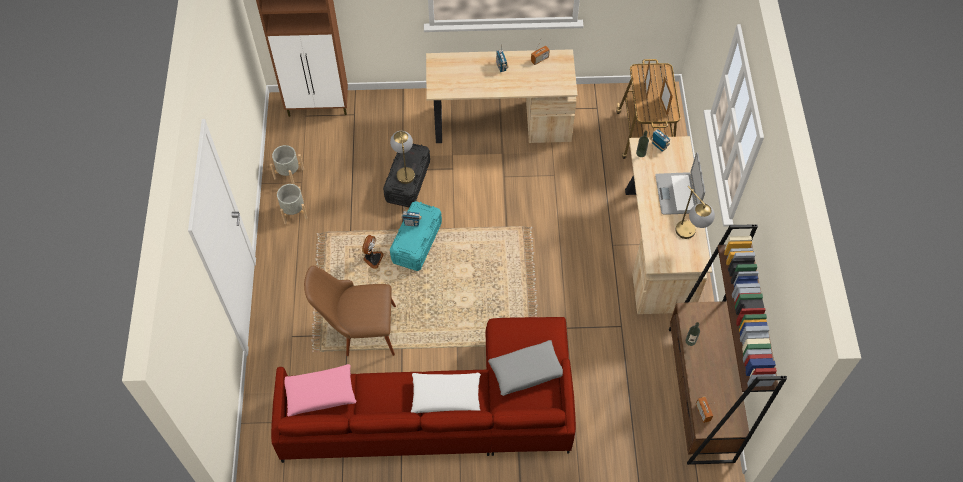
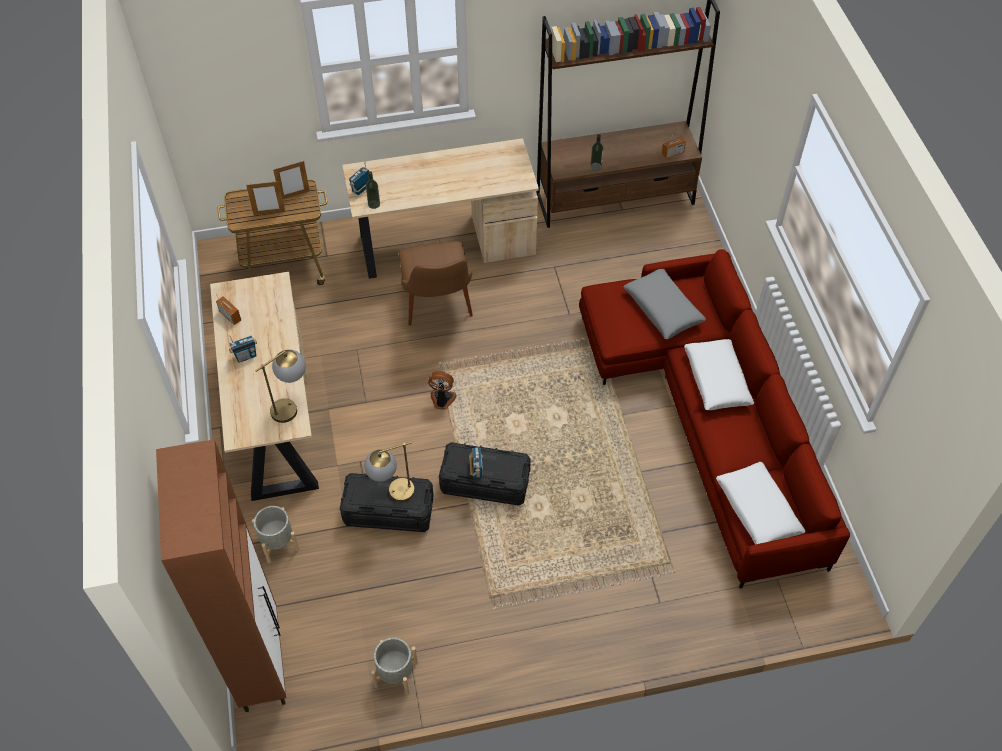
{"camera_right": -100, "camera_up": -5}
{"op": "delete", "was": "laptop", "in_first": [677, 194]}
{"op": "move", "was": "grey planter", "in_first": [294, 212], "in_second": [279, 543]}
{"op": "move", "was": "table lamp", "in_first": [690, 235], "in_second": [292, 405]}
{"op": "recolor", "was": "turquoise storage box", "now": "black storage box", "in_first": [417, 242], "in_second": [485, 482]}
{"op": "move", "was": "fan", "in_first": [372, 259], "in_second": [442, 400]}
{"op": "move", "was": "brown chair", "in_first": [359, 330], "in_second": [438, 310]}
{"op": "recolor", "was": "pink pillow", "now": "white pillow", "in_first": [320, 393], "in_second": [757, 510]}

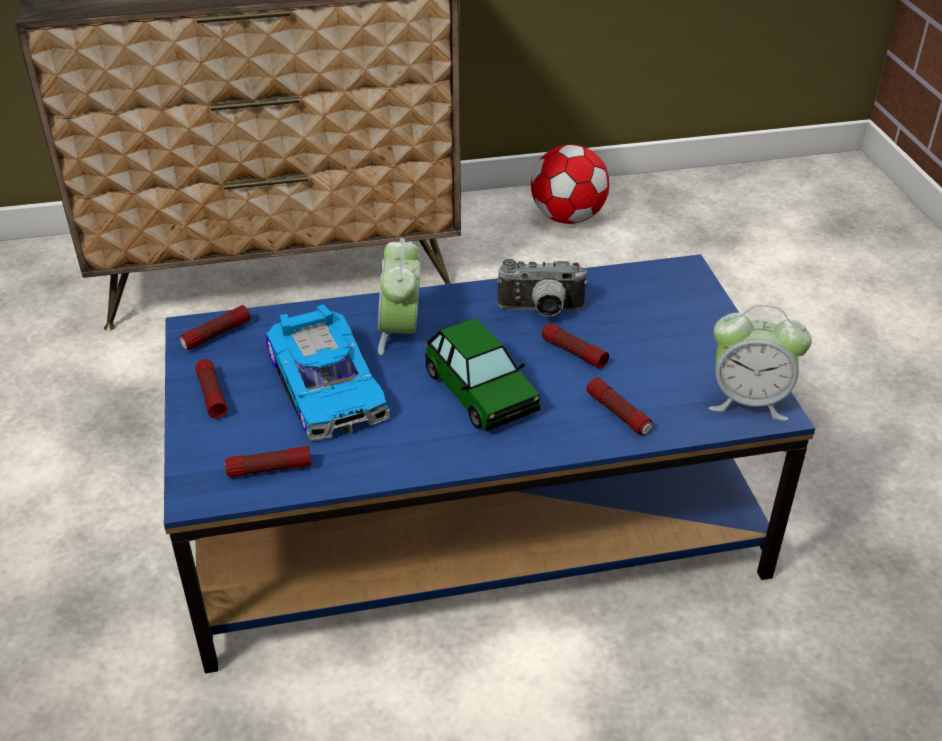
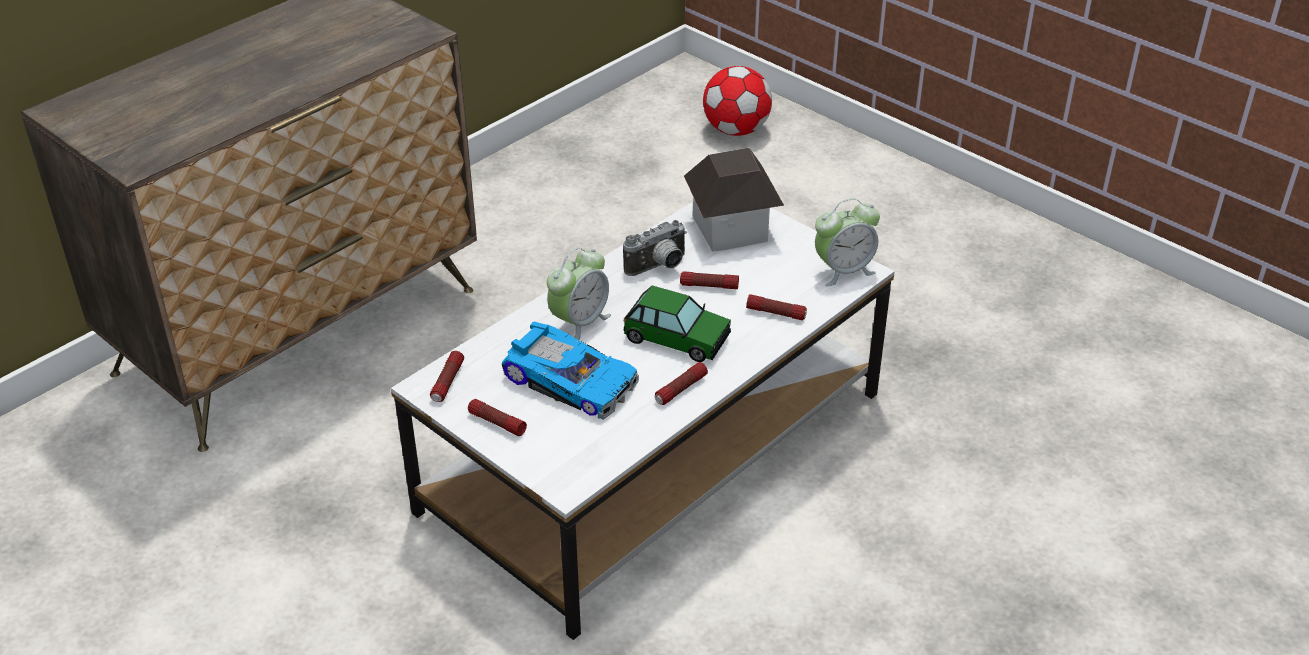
{"camera_right": -35, "camera_up": 0}
{"op": "move", "was": "football", "in_first": [567, 218], "in_second": [736, 130]}
{"op": "rotate", "was": "alarm clock", "in_first": [400, 332], "in_second": [579, 322], "clockwise": -105}
{"op": "recolor", "was": "blue coffee table", "now": "white coffee table", "in_first": [470, 517], "in_second": [653, 450]}
{"op": "move", "was": "flashlight", "in_first": [269, 469], "in_second": [681, 389]}
{"op": "insert", "now": "toy house", "in_second": [731, 228]}

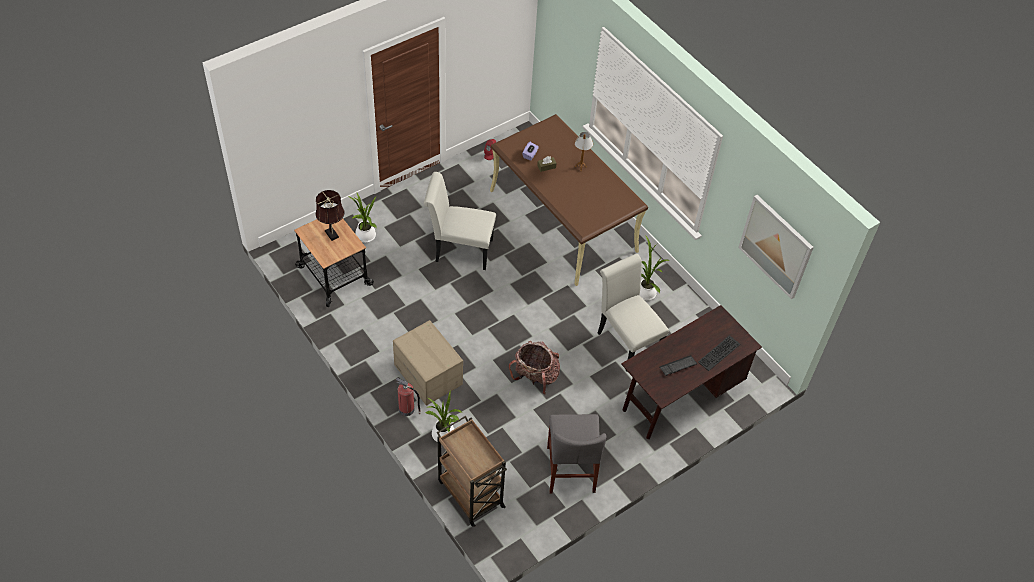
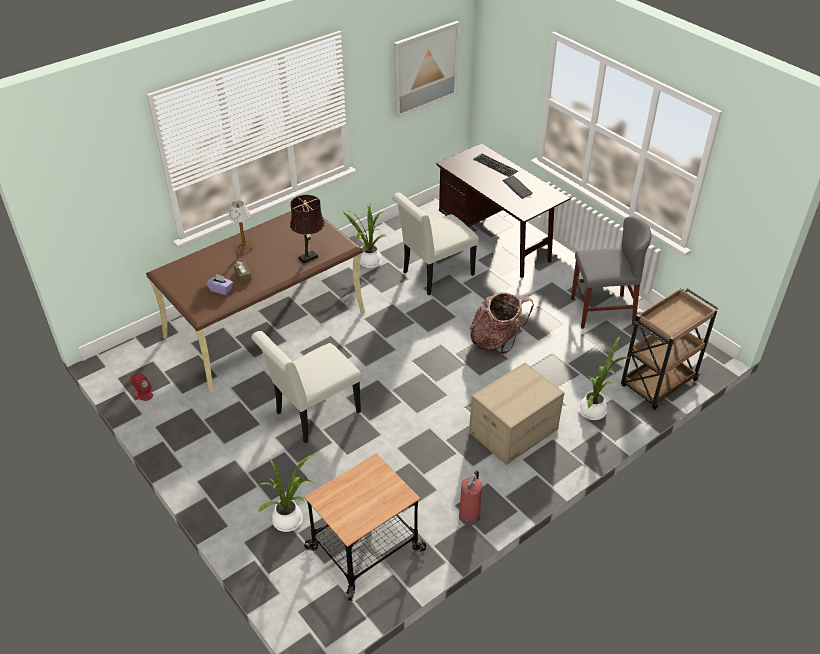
{"camera_right": -90, "camera_up": -10}
{"op": "rotate", "was": "white chair", "in_first": [459, 250], "in_second": [313, 415], "clockwise": 45}
{"op": "move", "was": "brown table lamp", "in_first": [332, 235], "in_second": [310, 257]}
{"op": "move", "was": "fire extinguisher", "in_first": [407, 409], "in_second": [469, 515]}

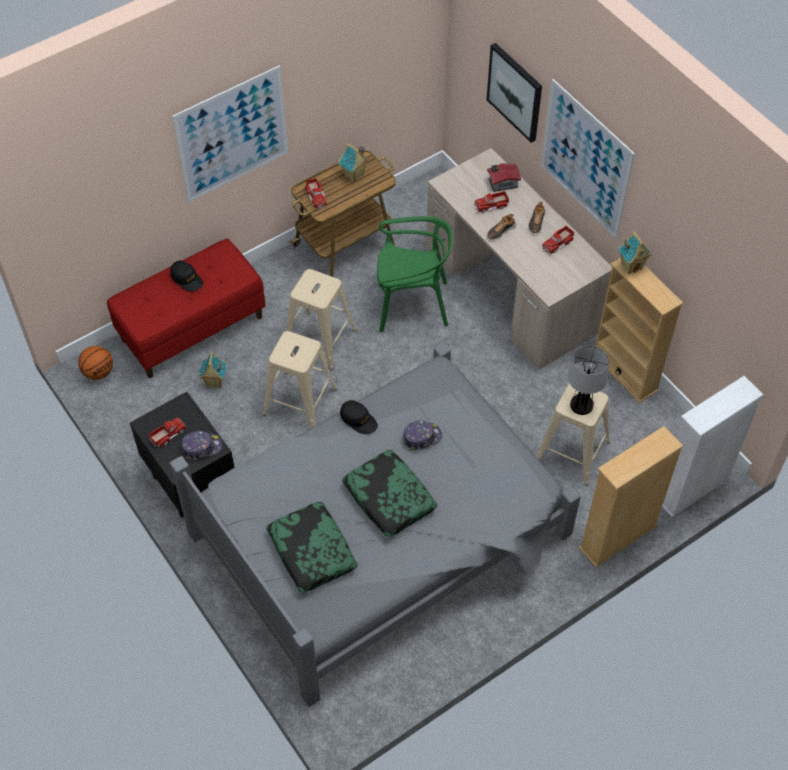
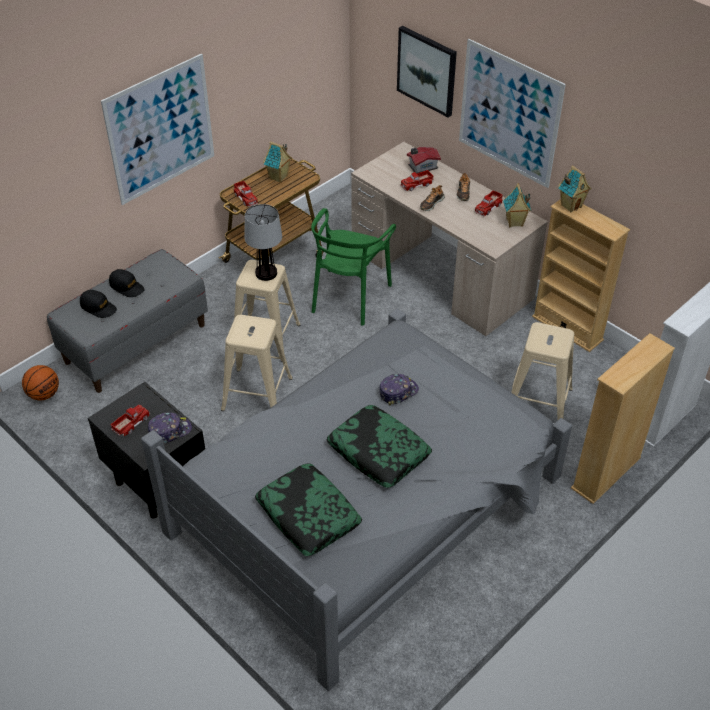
{"camera_right": -10, "camera_up": -10}
{"op": "rotate", "was": "green chair", "in_first": [411, 304], "in_second": [349, 296], "clockwise": 120}
{"op": "recolor", "was": "red bench", "now": "grey bench", "in_first": [192, 328], "in_second": [135, 343]}
{"op": "move", "was": "table lamp", "in_first": [581, 405], "in_second": [266, 273]}
{"op": "move", "was": "toy house", "in_first": [214, 382], "in_second": [514, 223]}
{"op": "move", "was": "black cap", "in_first": [358, 419], "in_second": [98, 307]}

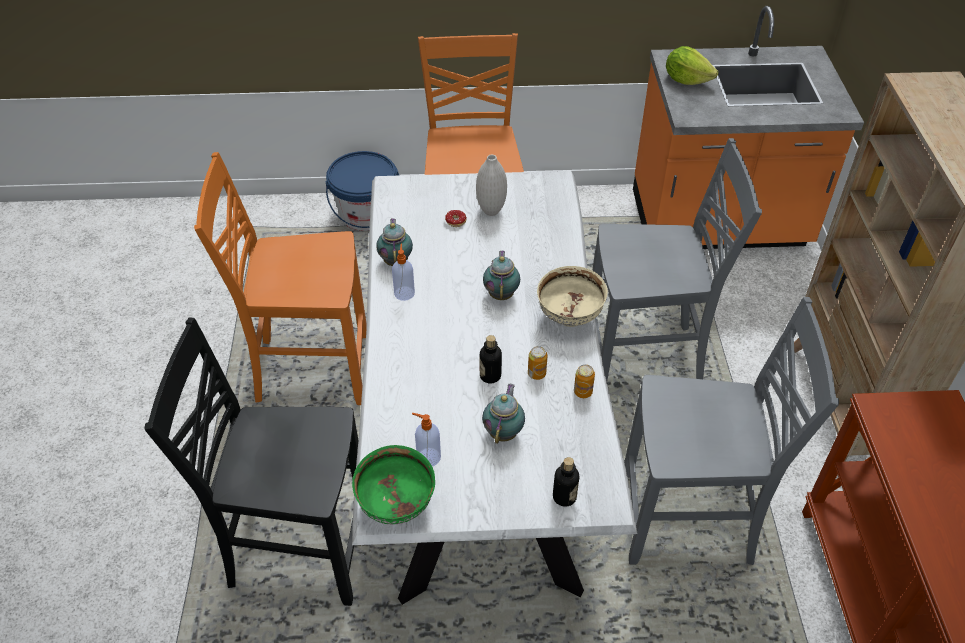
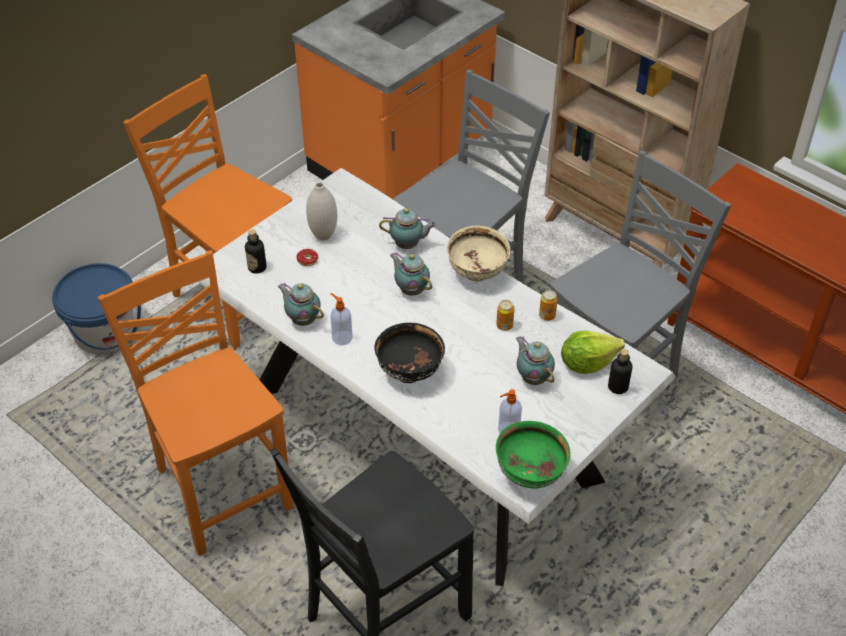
{"camera_right": -45, "camera_up": 0}
{"op": "move", "was": "lettuce", "in_first": [686, 80], "in_second": [587, 363]}
{"op": "rotate", "was": "orange chair", "in_first": [310, 368], "in_second": [221, 487], "clockwise": 105}
{"op": "move", "was": "bottle", "in_first": [490, 376], "in_second": [257, 267]}
{"op": "insert", "now": "teapot", "in_second": [408, 245]}
{"op": "insert", "now": "black bowl", "in_second": [409, 372]}

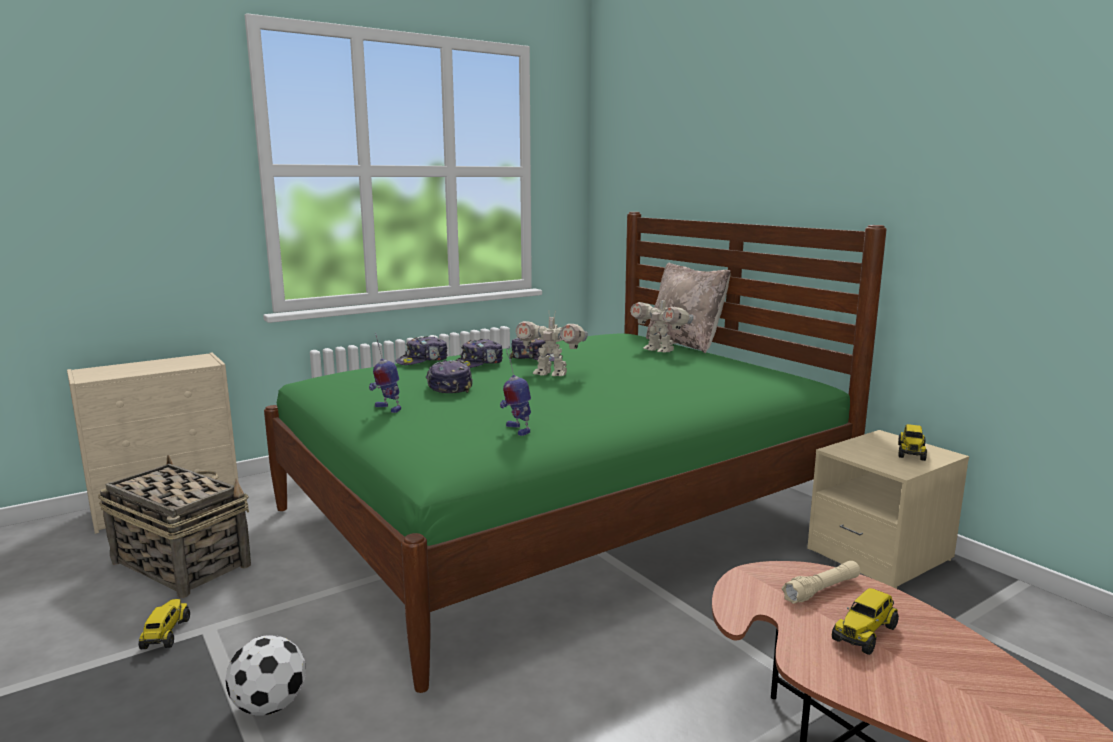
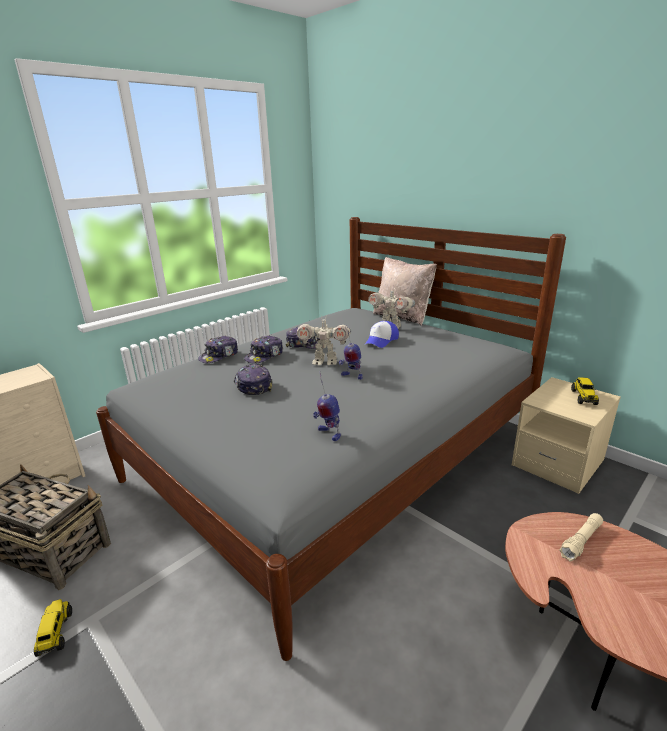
{"camera_right": -10, "camera_up": 10}
{"op": "recolor", "was": "green bed", "now": "grey bed", "in_first": [560, 515], "in_second": [335, 457]}
{"op": "move", "was": "toy robot", "in_first": [387, 408], "in_second": [351, 376]}
{"op": "delete", "was": "toy truck", "in_first": [865, 633]}
{"op": "delete", "was": "football", "in_first": [269, 705]}
{"op": "insert", "now": "cap", "in_second": [381, 340]}

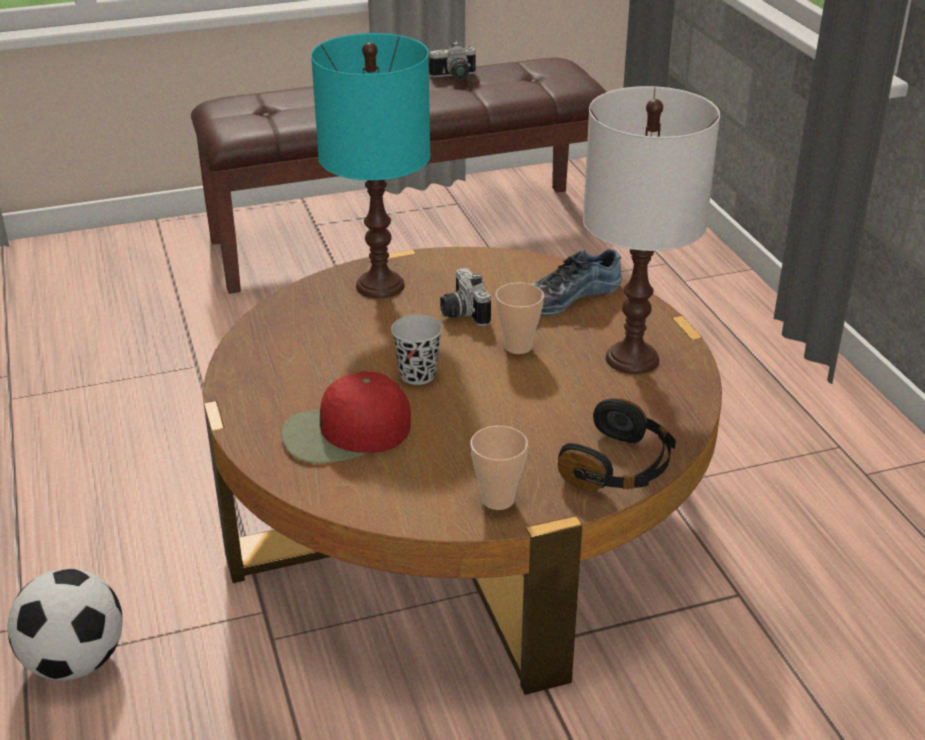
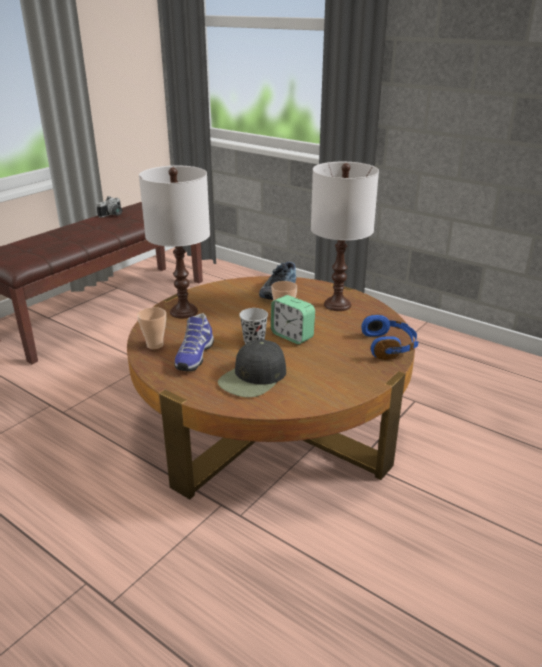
{"camera_right": -35, "camera_up": -5}
{"op": "recolor", "was": "turquoise table lamp", "now": "white table lamp", "in_first": [380, 286], "in_second": [184, 312]}
{"op": "delete", "was": "photo camera", "in_first": [461, 313]}
{"op": "recolor", "was": "red cap", "now": "black cap", "in_first": [345, 433], "in_second": [253, 378]}
{"op": "recolor", "was": "black headphones", "now": "blue headphones", "in_first": [619, 467], "in_second": [389, 346]}
{"op": "move", "was": "cup", "in_first": [498, 500], "in_second": [155, 345]}
{"op": "delete", "was": "football", "in_first": [74, 662]}
{"op": "insert", "now": "alarm clock", "in_second": [292, 336]}
{"op": "insert", "now": "shoe", "in_second": [193, 356]}

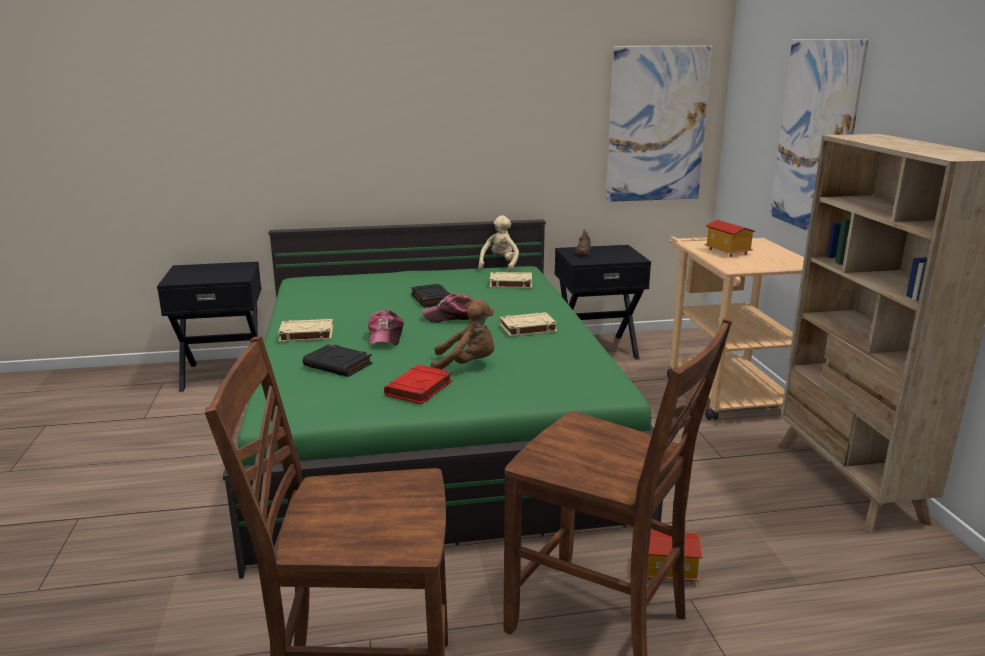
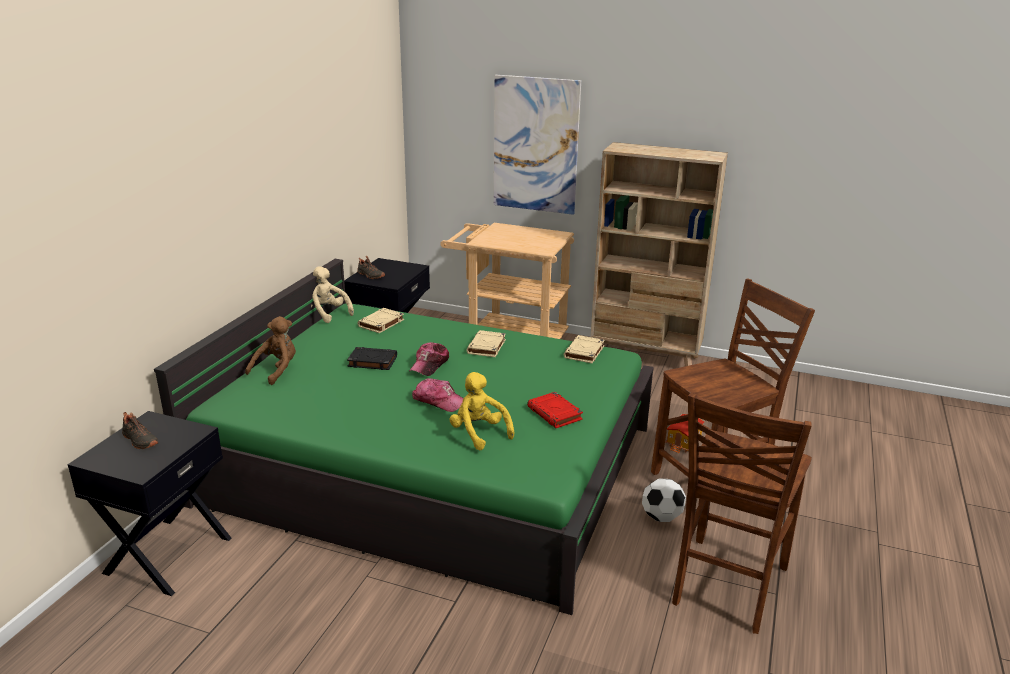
{"camera_right": -60, "camera_up": 5}
{"op": "delete", "was": "picture", "in_first": [657, 125]}
{"op": "delete", "was": "toy house", "in_first": [726, 252]}
{"op": "move", "was": "brown plush toy", "in_first": [467, 365], "in_second": [277, 370]}
{"op": "move", "was": "beige book", "in_first": [306, 334], "in_second": [584, 352]}
{"op": "replace", "was": "black book", "now": "yellow plush toy", "in_first": [339, 365], "in_second": [479, 433]}
{"op": "insert", "now": "black shoe", "in_second": [139, 441]}
{"op": "insert", "now": "football", "in_second": [661, 517]}

